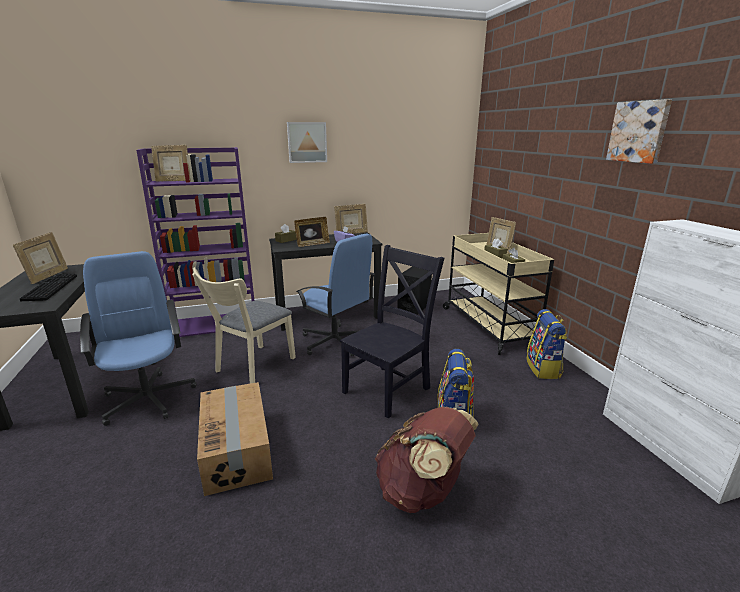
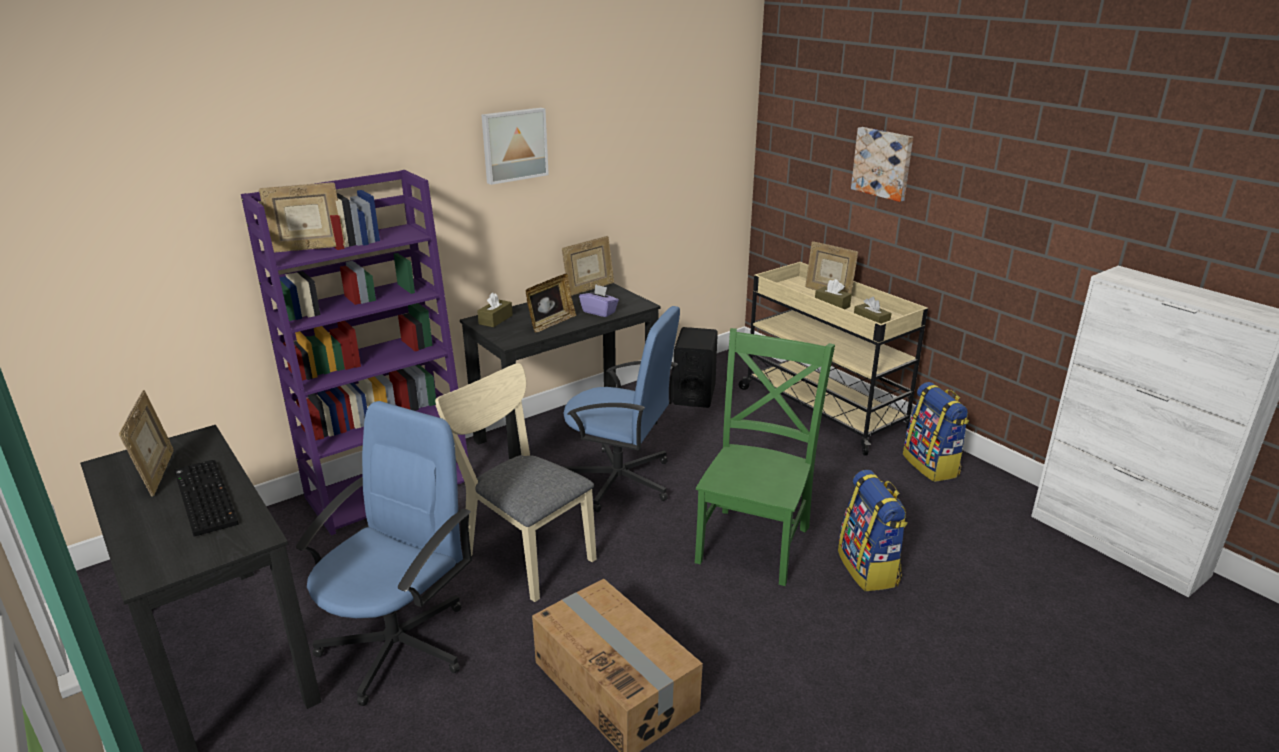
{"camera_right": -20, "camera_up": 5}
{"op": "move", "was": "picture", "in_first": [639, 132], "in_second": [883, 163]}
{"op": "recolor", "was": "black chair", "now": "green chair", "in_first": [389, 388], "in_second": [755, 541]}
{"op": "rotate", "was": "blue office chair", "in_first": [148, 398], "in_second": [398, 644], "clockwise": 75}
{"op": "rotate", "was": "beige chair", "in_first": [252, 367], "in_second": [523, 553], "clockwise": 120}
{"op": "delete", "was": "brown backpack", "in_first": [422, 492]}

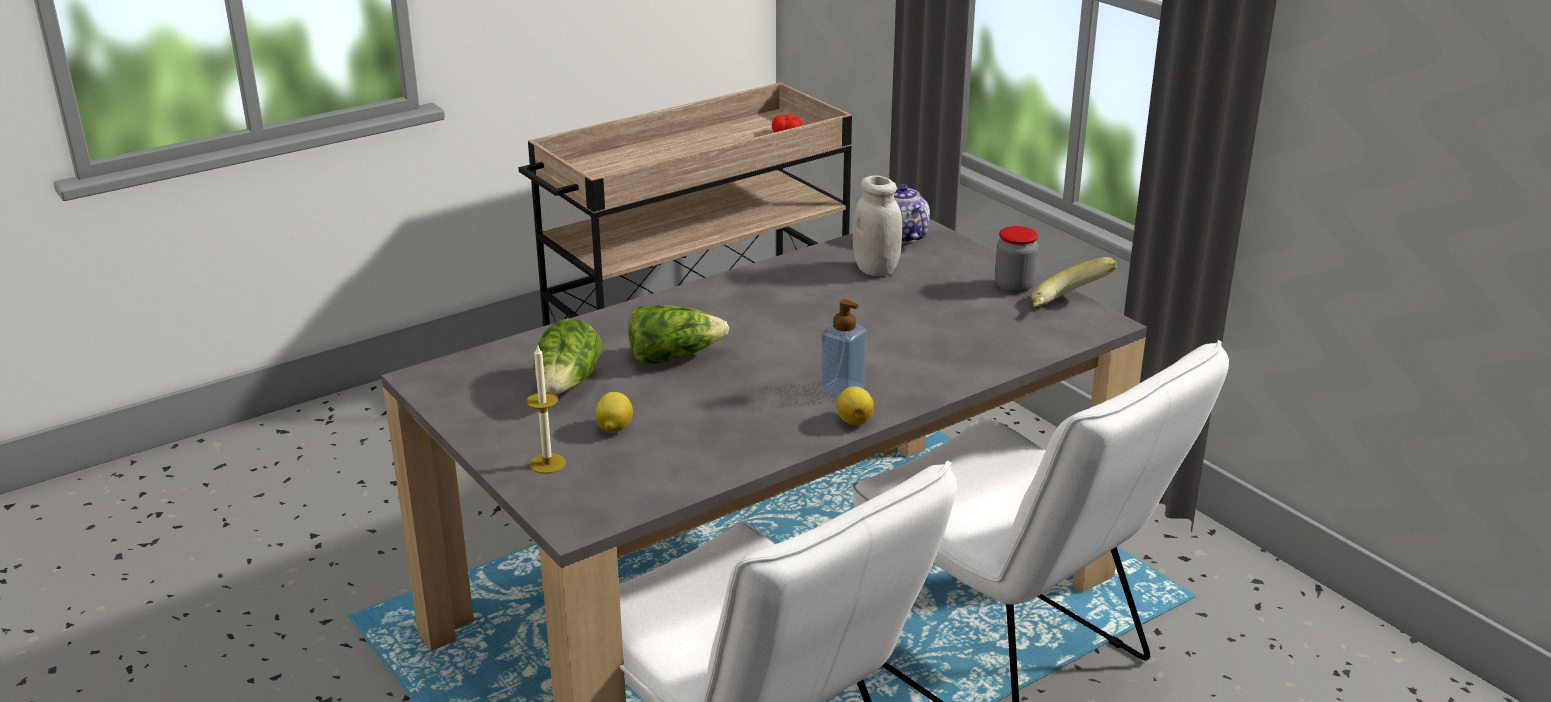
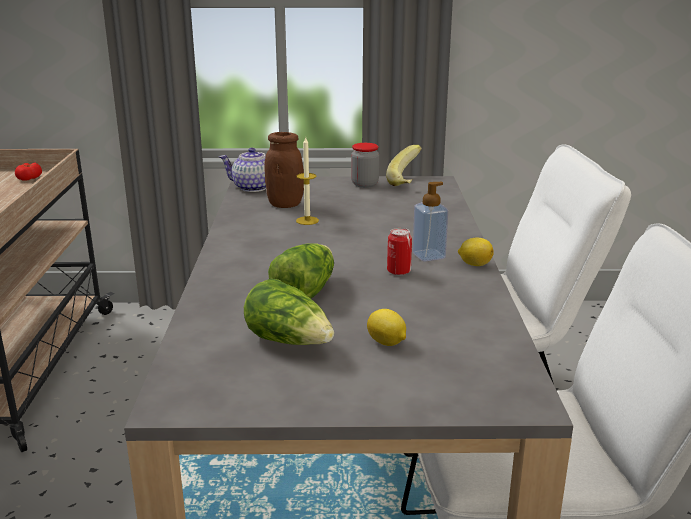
{"camera_right": -55, "camera_up": -5}
{"op": "recolor", "was": "white jar", "now": "brown jar", "in_first": [876, 269], "in_second": [285, 204]}
{"op": "move", "was": "candle", "in_first": [547, 463], "in_second": [307, 220]}
{"op": "insert", "now": "can", "in_second": [398, 271]}

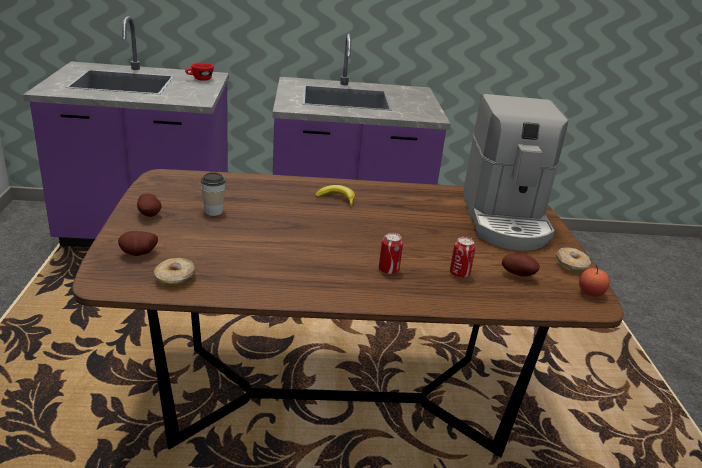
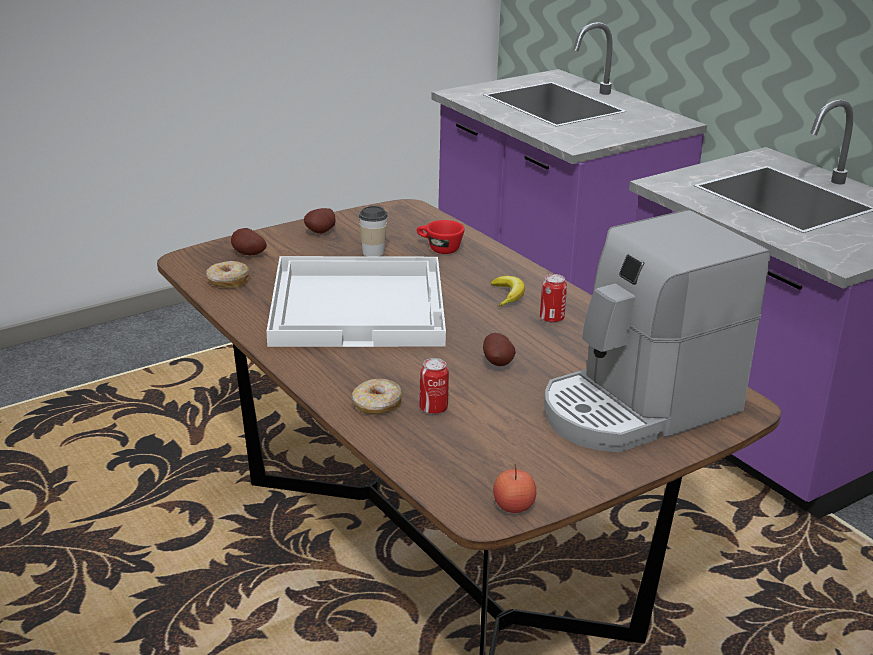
{"camera_right": 60, "camera_up": 0}
{"op": "move", "was": "red cup", "in_first": [199, 79], "in_second": [439, 249]}
{"op": "move", "was": "can", "in_first": [388, 270], "in_second": [551, 318]}
{"op": "move", "was": "donut", "in_first": [571, 266], "in_second": [377, 405]}
{"op": "move", "was": "potato", "in_first": [518, 275], "in_second": [498, 363]}
{"op": "insert", "now": "white tray", "in_second": [359, 305]}

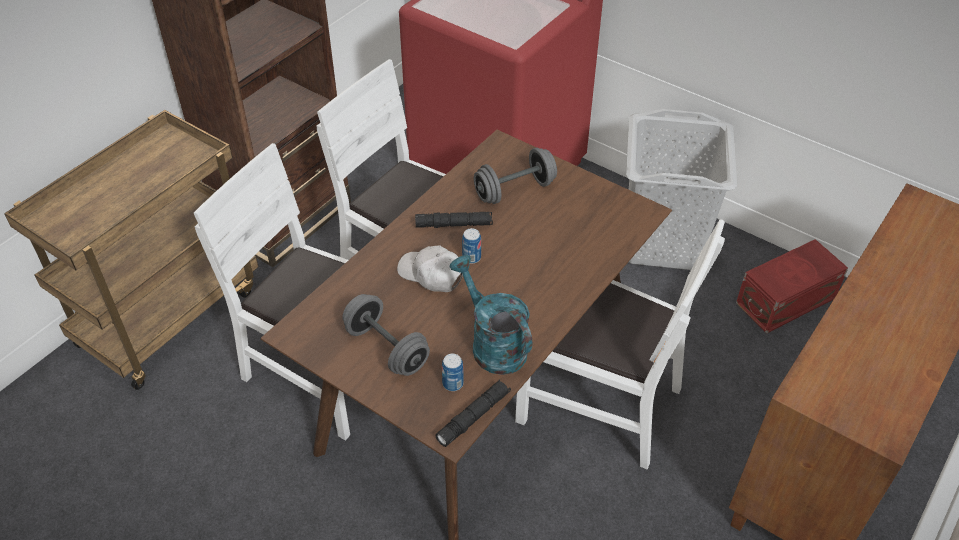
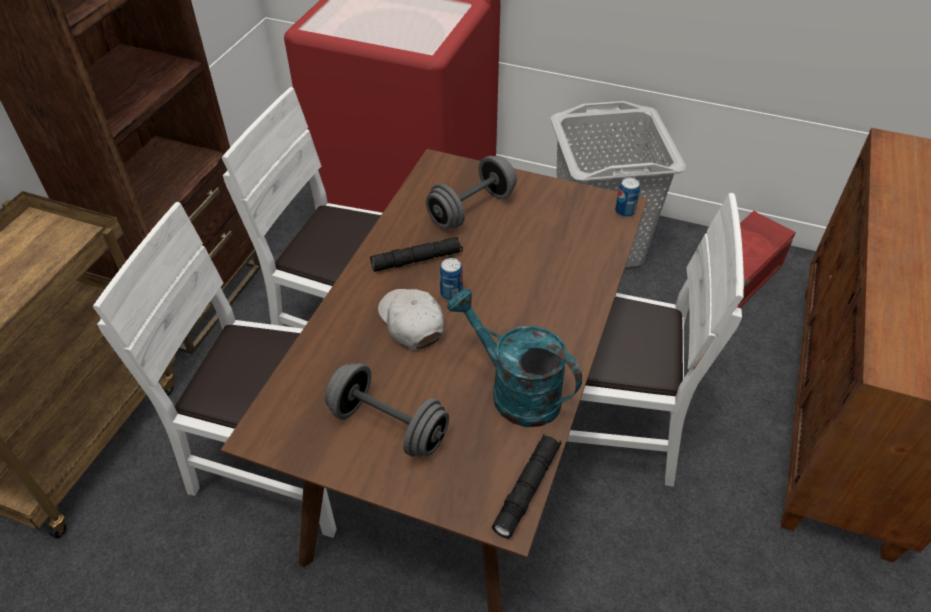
{"camera_right": -15, "camera_up": 0}
{"op": "rotate", "was": "white cap", "in_first": [431, 274], "in_second": [411, 323], "clockwise": 45}
{"op": "move", "was": "can", "in_first": [452, 383], "in_second": [624, 212]}

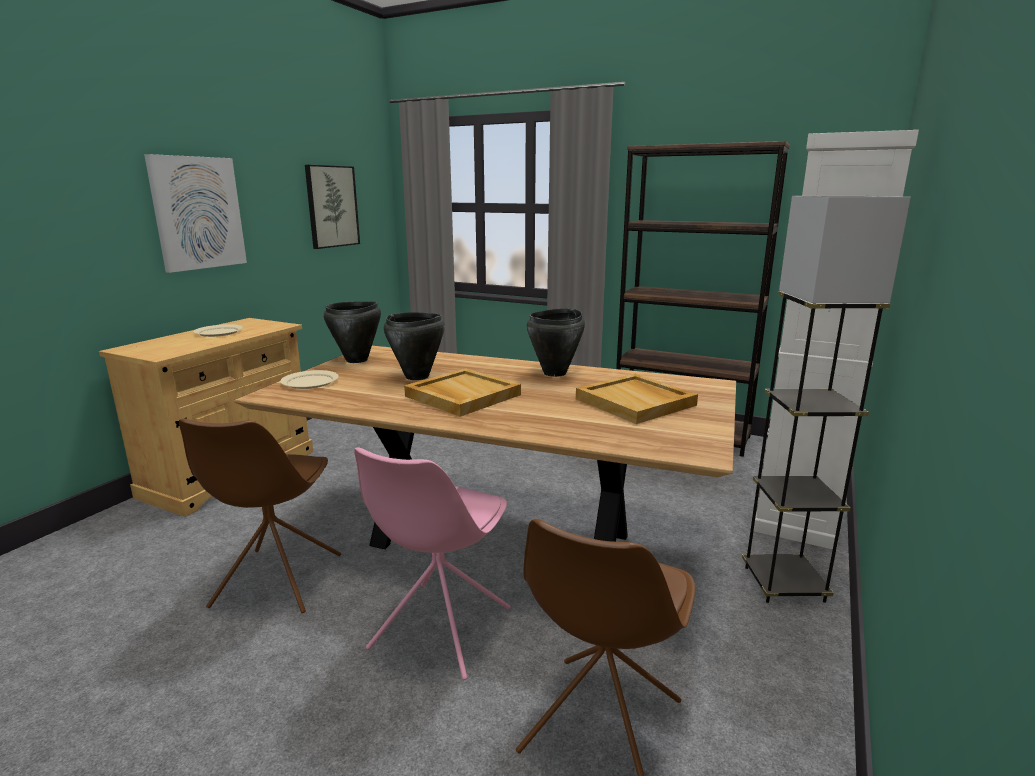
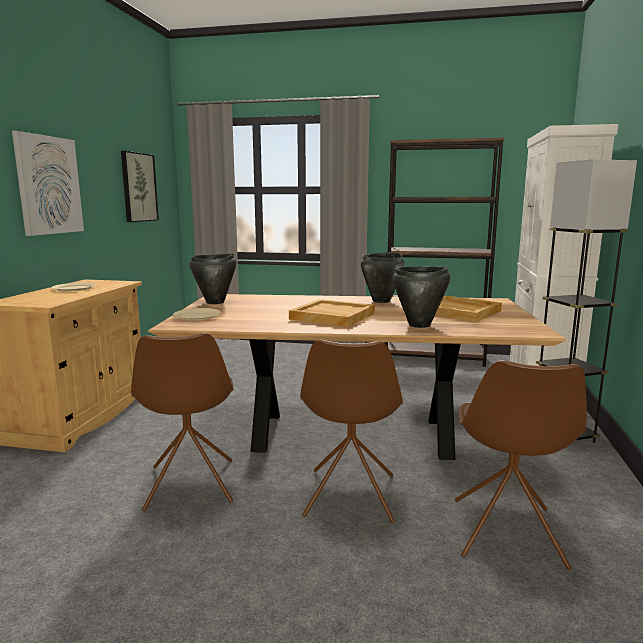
{"camera_right": -15, "camera_up": -5}
{"op": "move", "was": "black cooking pot", "in_first": [417, 377], "in_second": [419, 325]}
{"op": "recolor", "was": "pink chair", "now": "brown chair", "in_first": [439, 630], "in_second": [350, 496]}

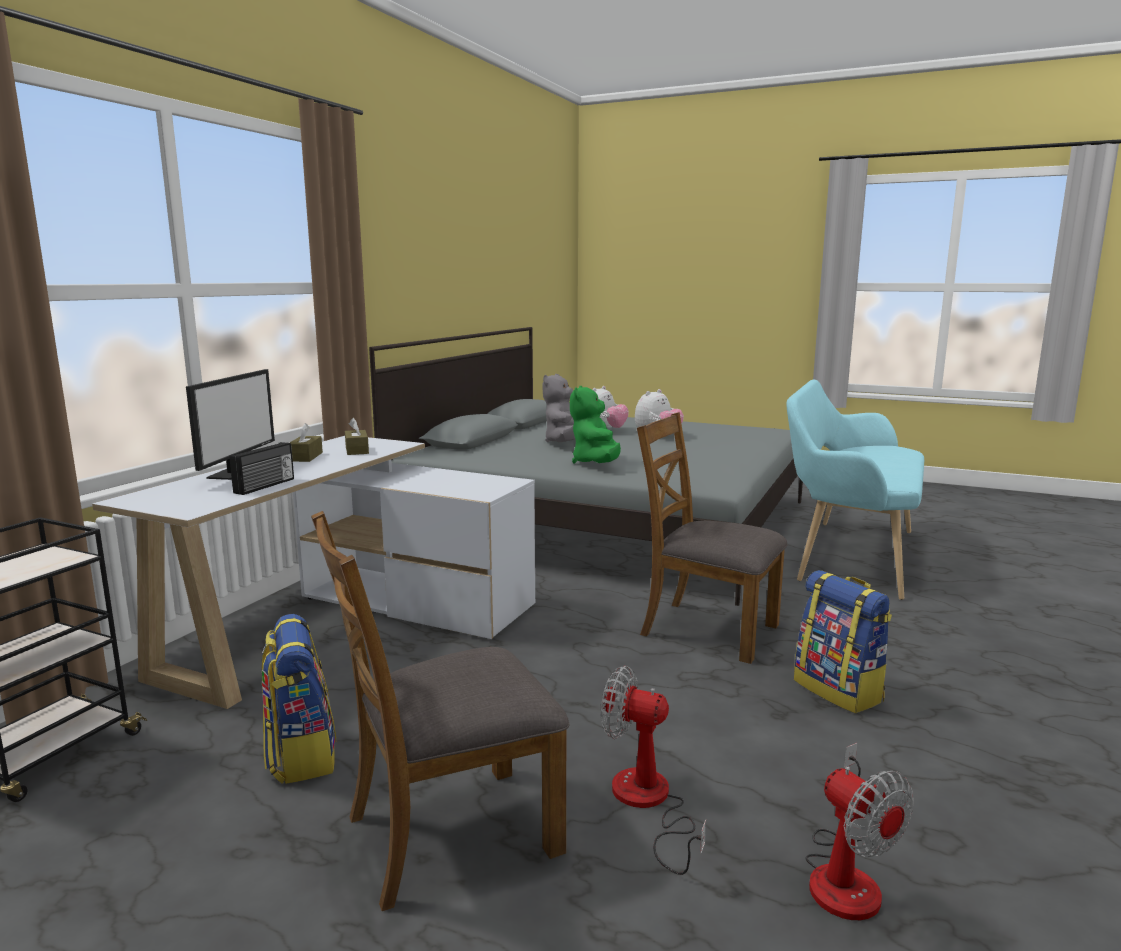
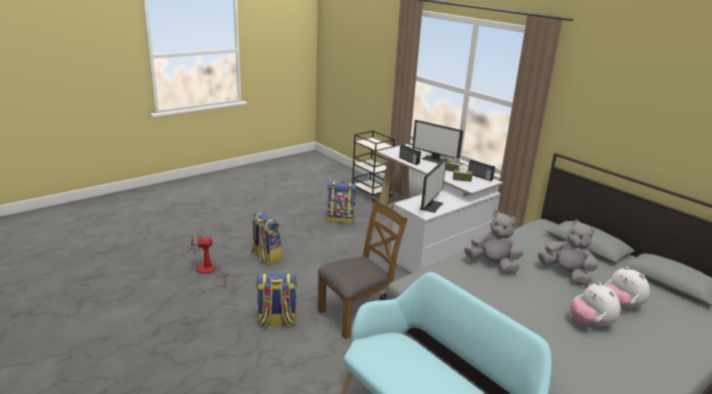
{"camera_right": 115, "camera_up": 10}
{"op": "recolor", "was": "green plush toy", "now": "grey plush toy", "in_first": [596, 463], "in_second": [493, 265]}
{"op": "delete", "was": "brown chair", "in_first": [450, 833]}
{"op": "replace", "was": "fan", "now": "backpack", "in_first": [648, 803], "in_second": [266, 256]}
{"op": "insert", "now": "monitor", "in_second": [431, 206]}
{"op": "insert", "now": "radio", "in_second": [479, 177]}

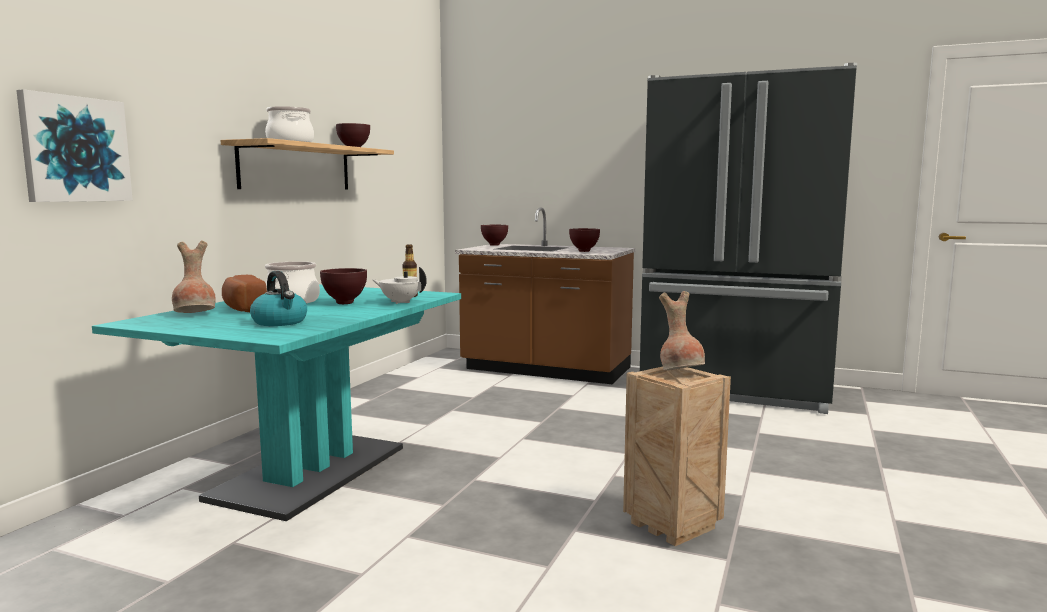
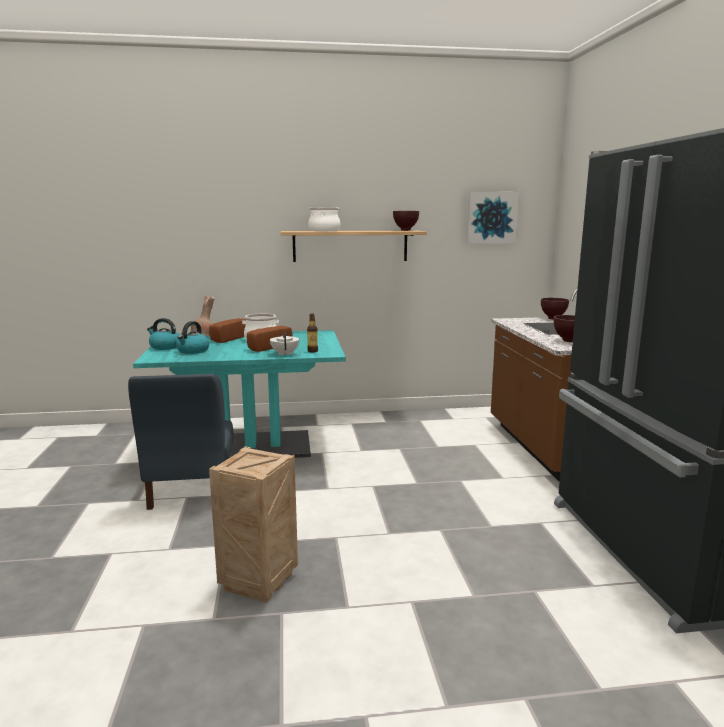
{"camera_right": 60, "camera_up": 5}
{"op": "move", "was": "picture", "in_first": [75, 149], "in_second": [491, 217]}
{"op": "replace", "was": "brown bowl", "now": "bread", "in_first": [346, 303], "in_second": [267, 347]}
{"op": "delete", "was": "brown vase", "in_first": [681, 372]}
{"op": "insert", "now": "kettle", "in_second": [165, 347]}
{"op": "insert", "now": "blue chair", "in_second": [190, 489]}

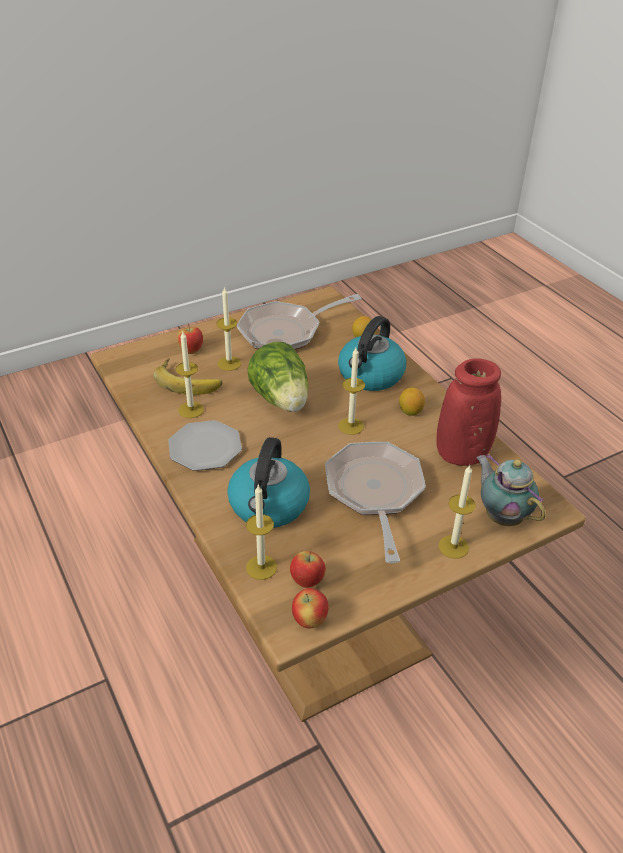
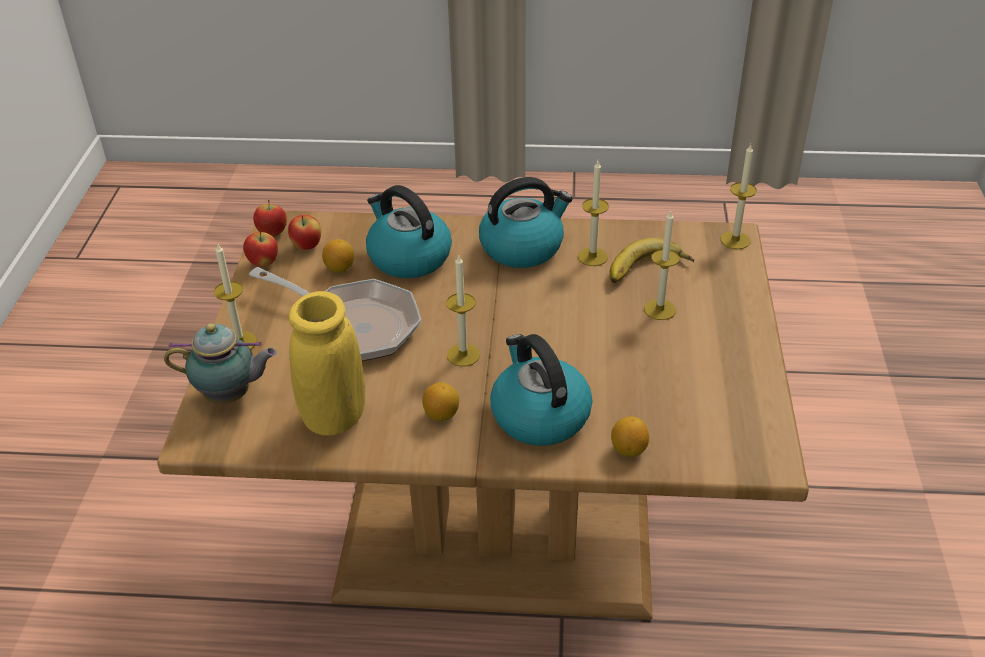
{"camera_right": 125, "camera_up": 0}
{"op": "delete", "was": "frying pan", "in_first": [286, 331]}
{"op": "move", "was": "apple", "in_first": [191, 351], "in_second": [263, 264]}
{"op": "delete", "was": "lettuce", "in_first": [282, 400]}
{"op": "recolor", "was": "red vase", "now": "yellow vase", "in_first": [462, 454], "in_second": [335, 417]}
{"op": "replace", "was": "plate", "now": "kettle", "in_first": [205, 448], "in_second": [522, 247]}
{"op": "move", "was": "candle", "in_first": [261, 567], "in_second": [735, 240]}
{"op": "insert", "now": "lemon", "in_second": [339, 268]}

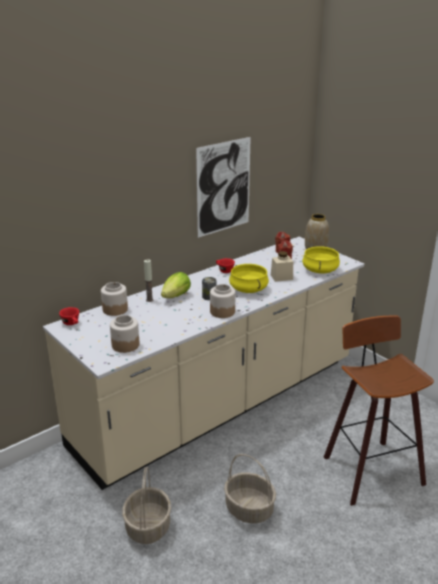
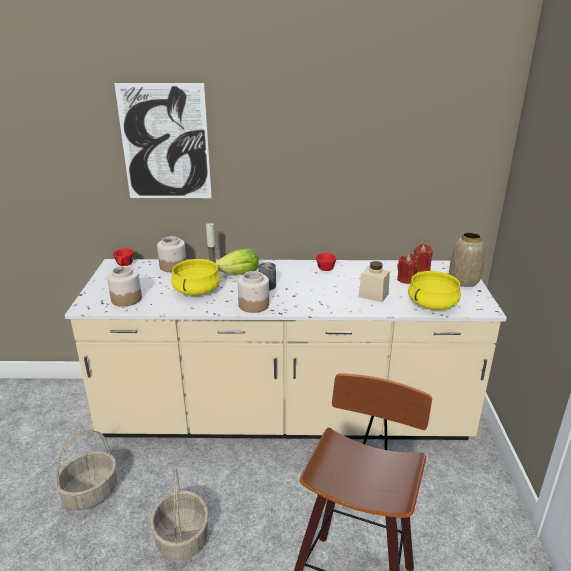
{"camera_right": 40, "camera_up": 0}
{"op": "move", "was": "picture", "in_first": [223, 187], "in_second": [165, 143]}
{"op": "move", "was": "yellow cooking pot", "in_first": [248, 289], "in_second": [196, 290]}

